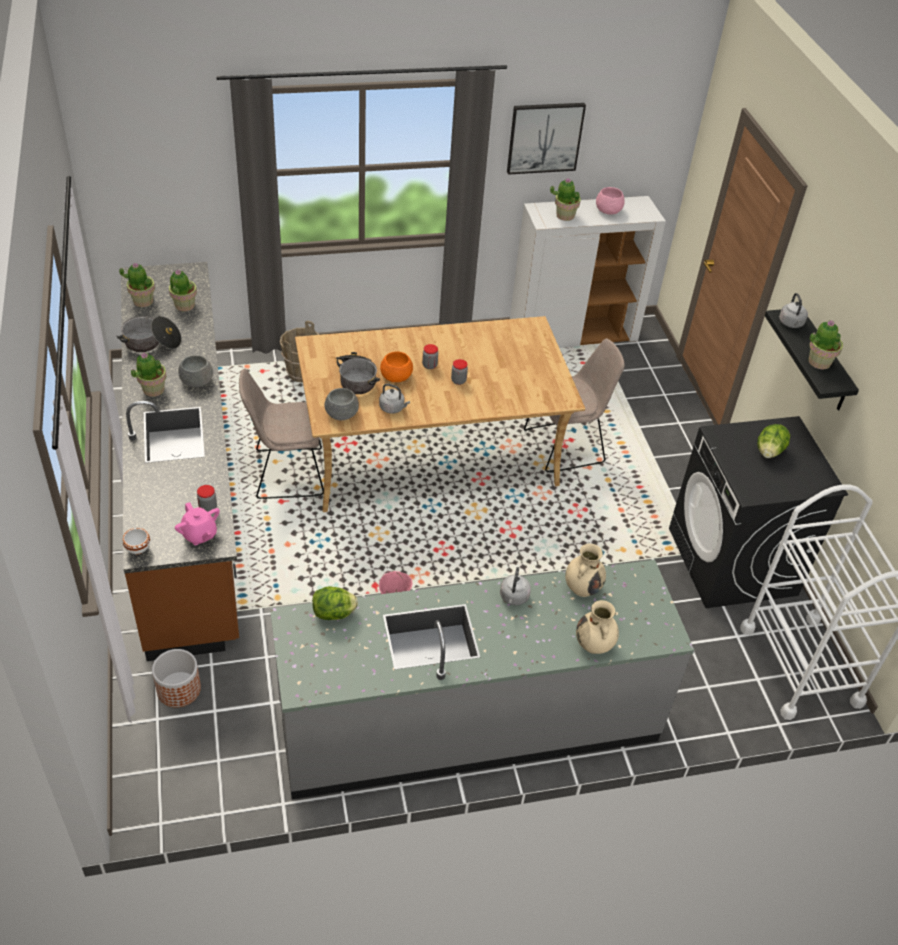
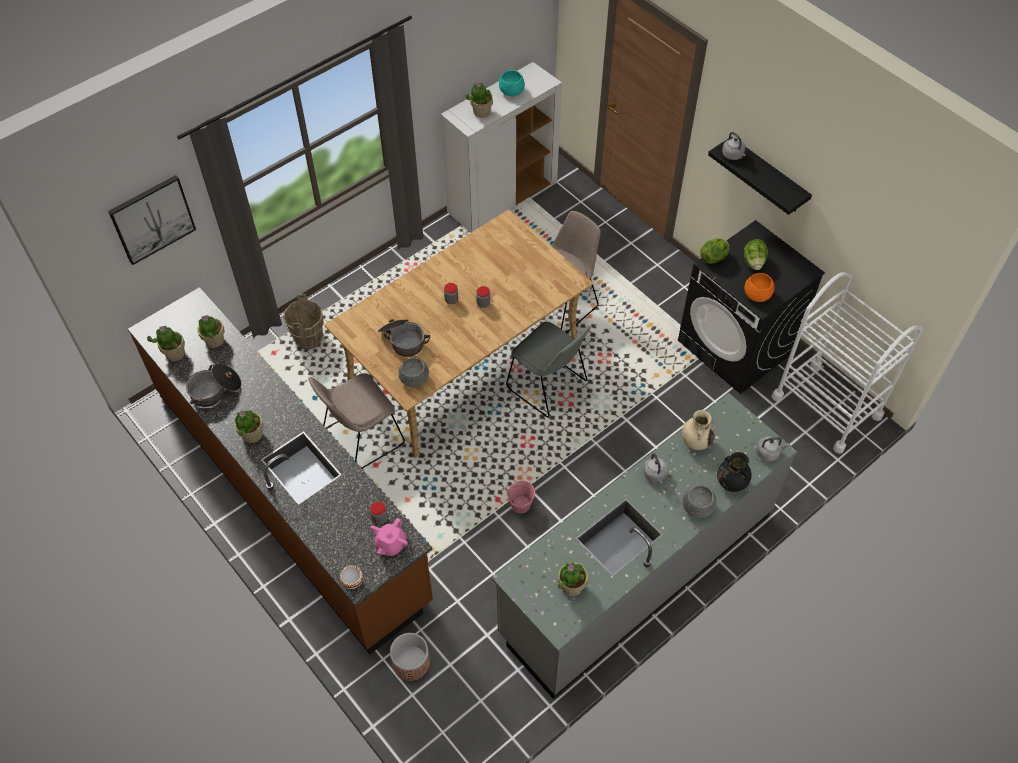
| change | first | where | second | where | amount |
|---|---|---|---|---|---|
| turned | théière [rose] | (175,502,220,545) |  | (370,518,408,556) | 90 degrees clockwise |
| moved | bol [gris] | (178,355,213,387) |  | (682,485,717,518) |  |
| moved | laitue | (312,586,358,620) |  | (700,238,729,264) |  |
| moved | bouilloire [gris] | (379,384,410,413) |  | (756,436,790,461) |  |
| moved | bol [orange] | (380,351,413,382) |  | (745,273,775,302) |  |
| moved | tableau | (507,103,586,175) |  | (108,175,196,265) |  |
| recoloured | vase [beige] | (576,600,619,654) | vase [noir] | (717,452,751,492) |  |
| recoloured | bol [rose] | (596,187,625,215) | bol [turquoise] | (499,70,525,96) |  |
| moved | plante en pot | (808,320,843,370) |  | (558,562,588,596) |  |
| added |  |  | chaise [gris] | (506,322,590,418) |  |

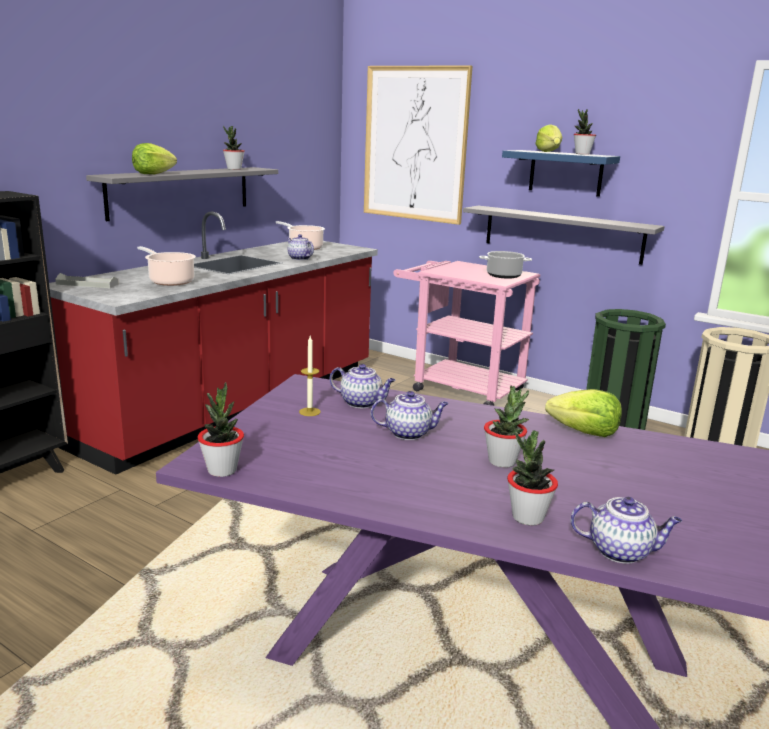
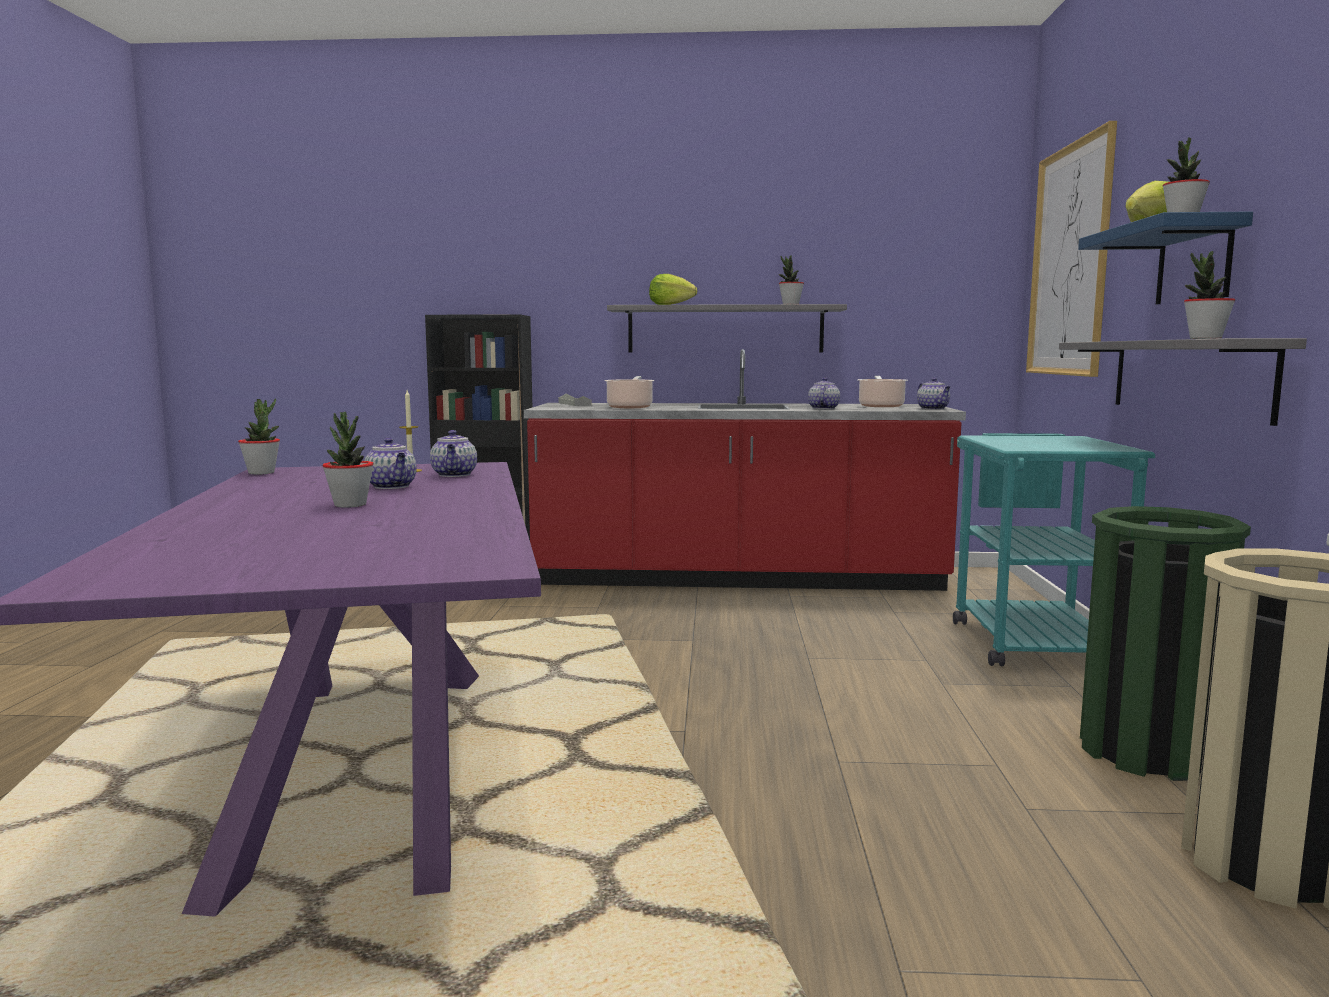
| change | first | where | second | where | amount |
|---|---|---|---|---|---|
| recoloured | chariot [rose] | (393,261,540,406) | chariot [turquoise] | (953,433,1155,667) |  |
| removed | marmite | (479,251,532,279) |  |  |  |
| moved | plante en pot | (507,430,558,526) |  | (1184,251,1235,339) |  |
| removed | laitue | (545,389,622,437) |  |  |  |
| moved | théière | (570,497,682,564) |  | (917,378,951,410) |  |

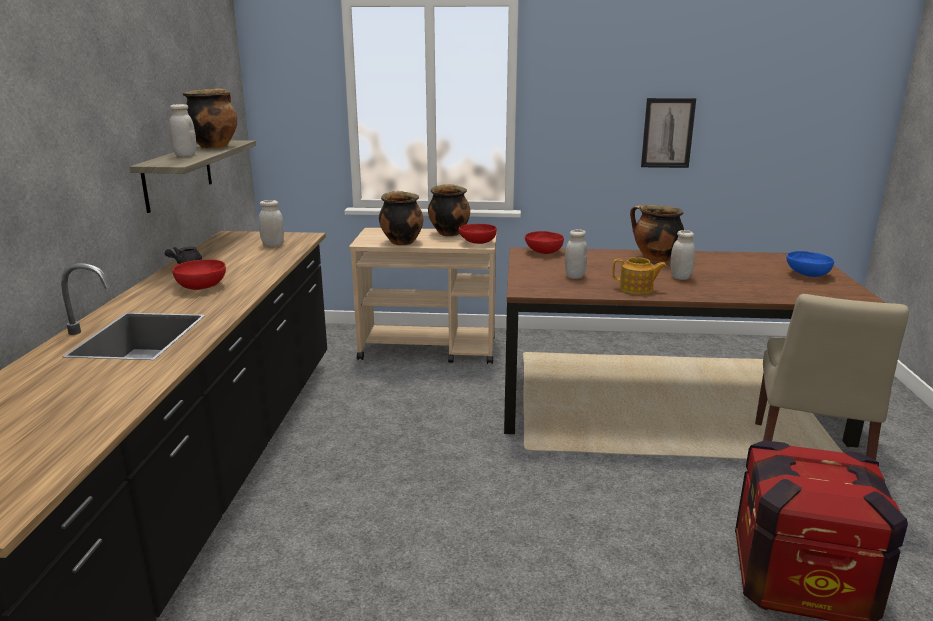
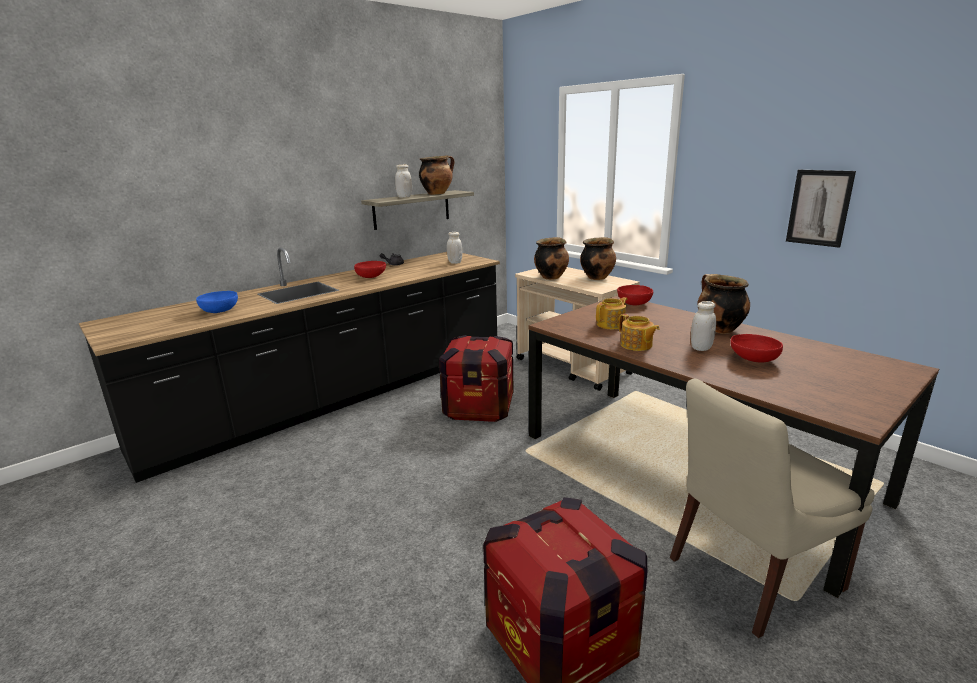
| change | first | where | second | where | amount |
|---|---|---|---|---|---|
| moved | bol [rouge] | (458,224,497,244) |  | (730,334,783,362) |  |
| replaced | bocal [blanc] | (565,229,587,279) | théière | (596,297,627,329) |  |
| moved | bol [bleu] | (786,251,834,277) |  | (196,291,238,313) |  |
| added |  |  | caisse | (439,335,514,422) |  |

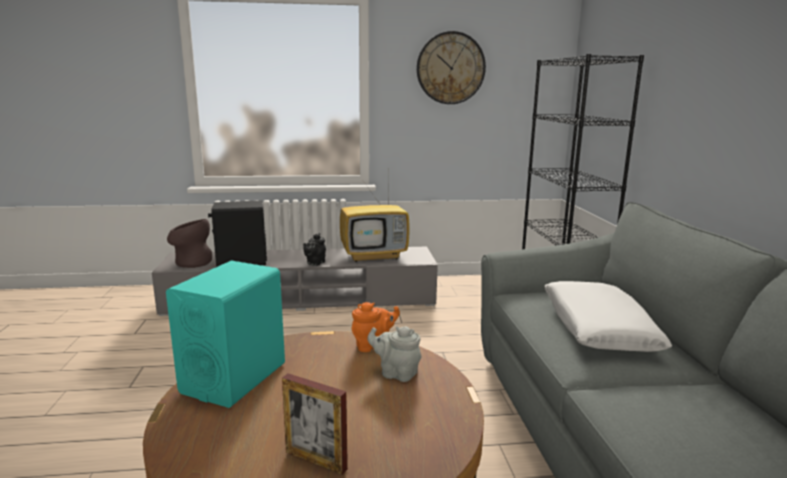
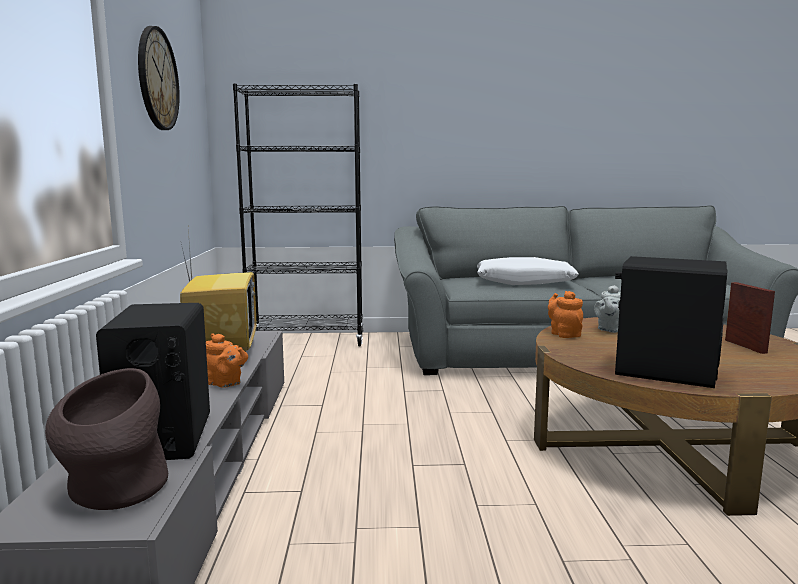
| change | first | where | second | where | amount |
|---|---|---|---|---|---|
| recoloured | enceinte [turquoise] | (166,260,285,408) | enceinte [noir] | (615,256,727,388) |  |
| turned | cadre photo | (282,373,348,475) |  | (725,282,775,354) | 45 degrees counterclockwise |
| recoloured | théière [noir] | (303,233,326,266) | théière [orange] | (206,333,248,388) |  |

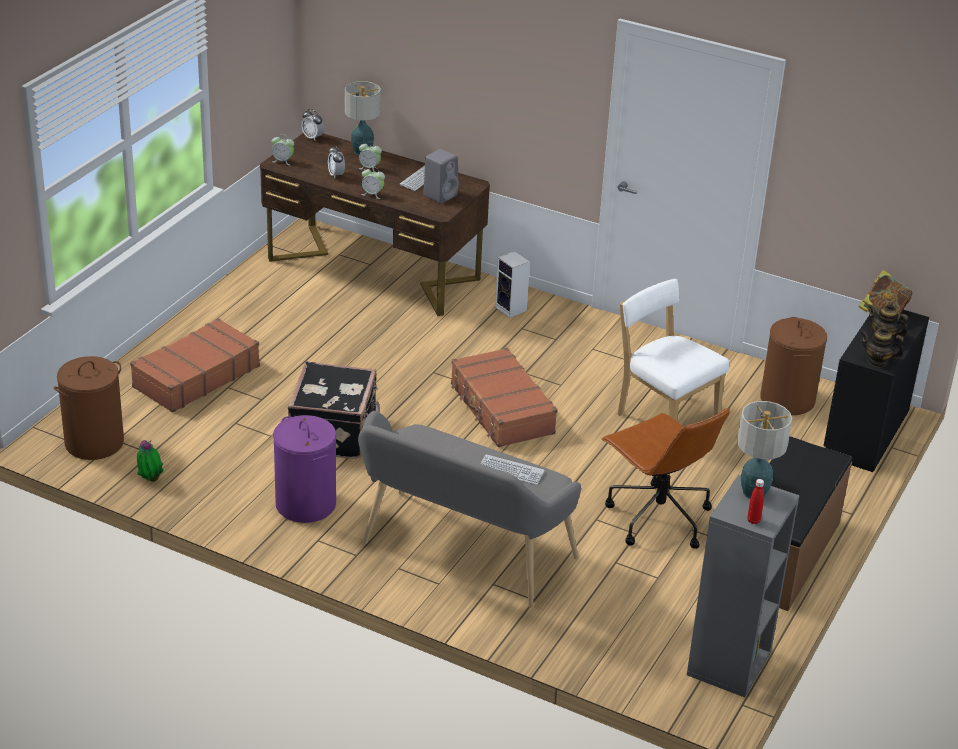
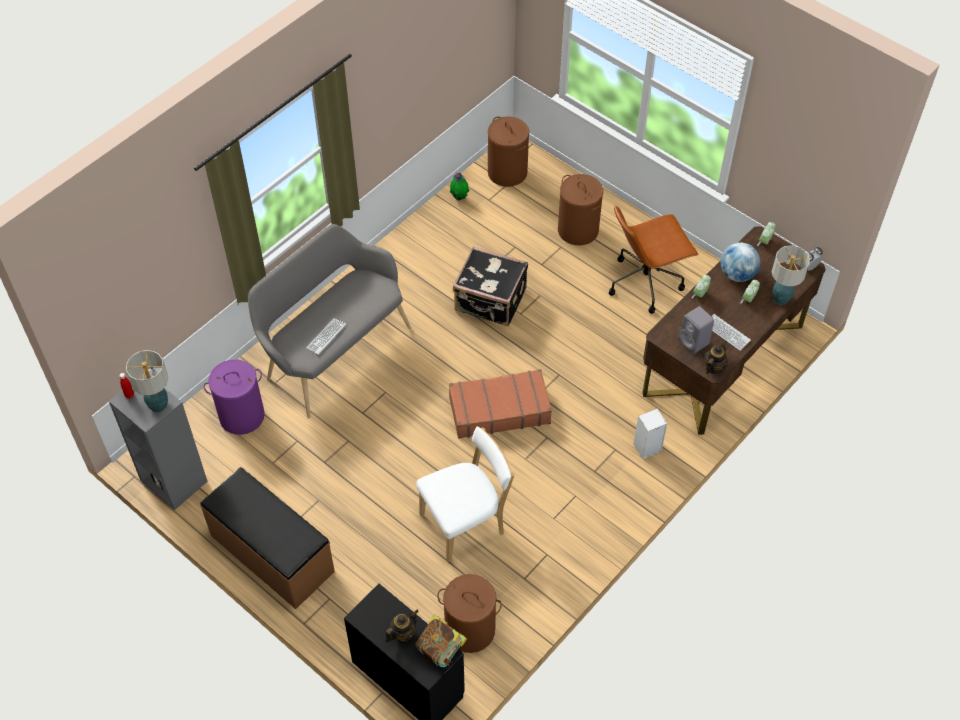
| change | first | where | second | where | amount |
|---|---|---|---|---|---|
| replaced | valise [marron] | (130,318,260,413) | panier à linge [marron] | (558,174,603,245) |  |
| moved | panier à linge [violet] | (273,415,336,523) |  | (203,359,265,435) |  |
| replaced | réveil | (328,145,345,179) | globe | (721,243,760,282) |  |
| moved | chaise de bureau [marron] | (602,408,730,549) |  | (609,205,699,314) |  |
| moved | théière | (860,326,904,367) |  | (703,341,728,374) |  |

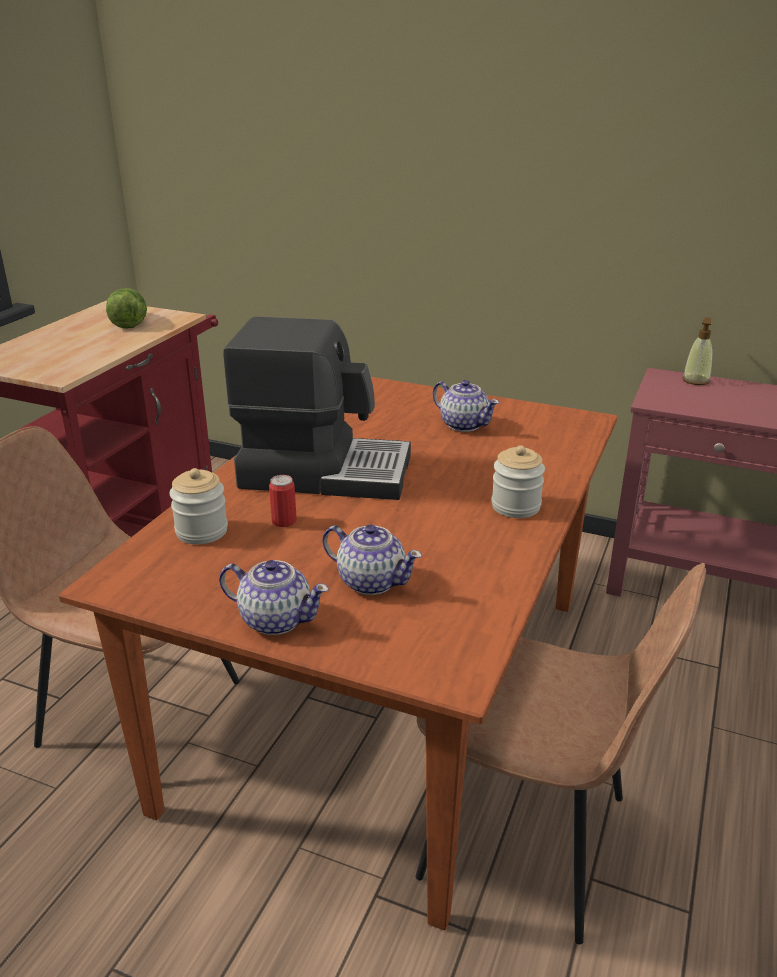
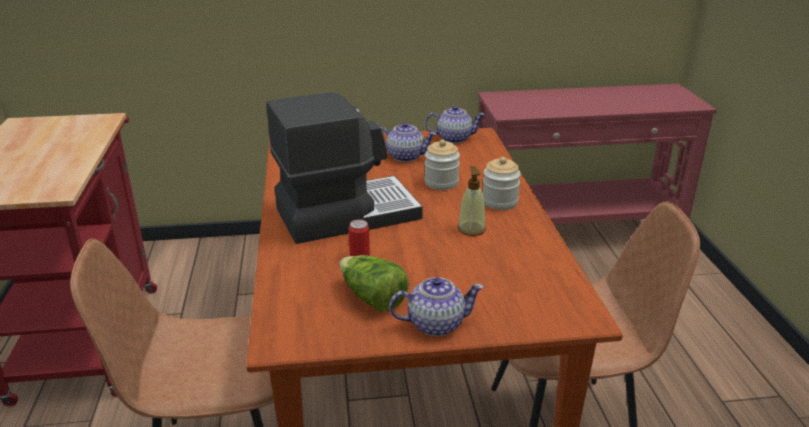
| change | first | where | second | where | amount |
|---|---|---|---|---|---|
| moved | laitue | (106,288,147,329) |  | (339,255,409,312) |  |
| moved | bocal | (169,468,228,544) |  | (424,139,460,190) |  |
| moved | théière | (323,524,422,595) |  | (425,105,485,143) |  |
| moved | distributeur de savon | (682,317,713,385) |  | (458,166,486,236) |  |

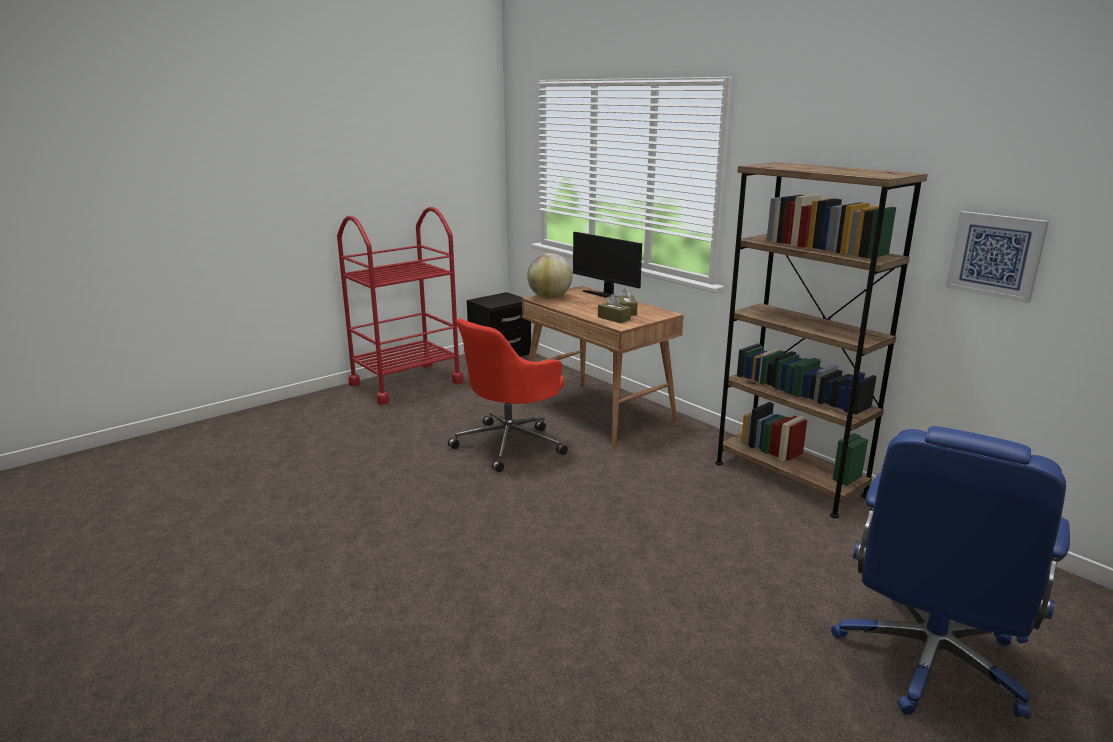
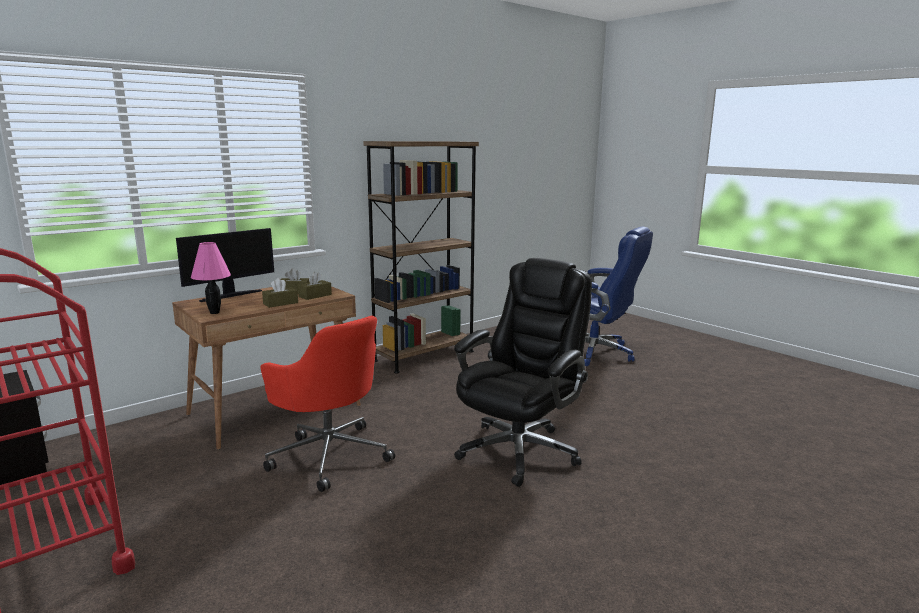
| change | first | where | second | where | amount |
|---|---|---|---|---|---|
| replaced | globe | (527,253,573,299) | lampe de table [rose] | (191,242,231,314) |  |
| removed | tableau | (945,211,1049,303) |  |  |  |
| added |  |  | boîte à mouchoirs [marron] | (262,278,298,308) |  |
| added |  |  | chaise de bureau [noir] | (454,258,592,487) |  |

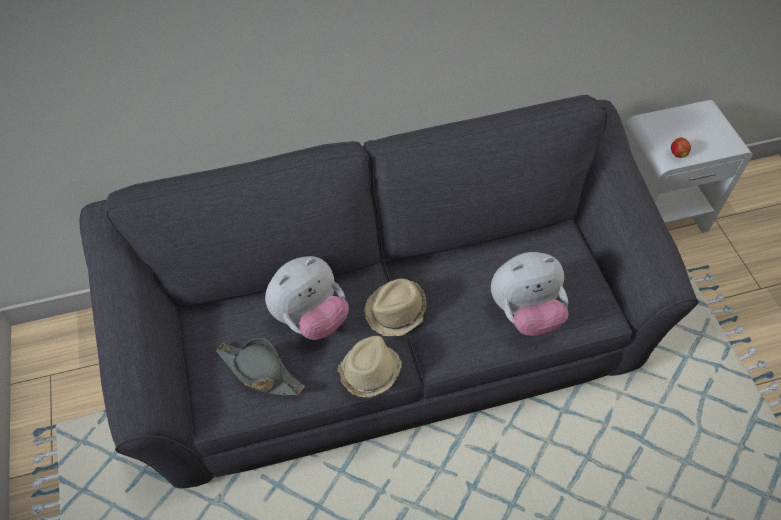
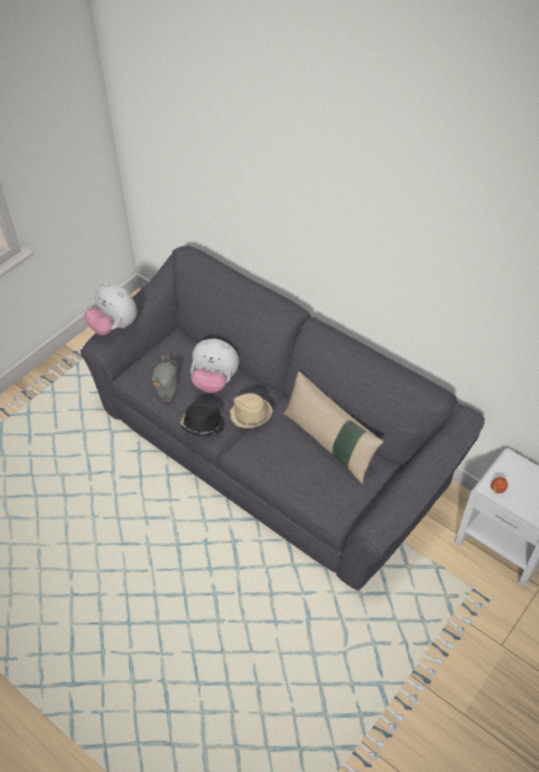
| change | first | where | second | where | amount |
|---|---|---|---|---|---|
| recoloured | chapeau [beige] | (337,336,402,398) | chapeau [noir] | (180,402,224,437) |  |
| moved | peluche | (491,252,569,336) |  | (84,282,137,335) |  |
| added |  |  | coussin [beige] | (284,371,384,484) |  |

